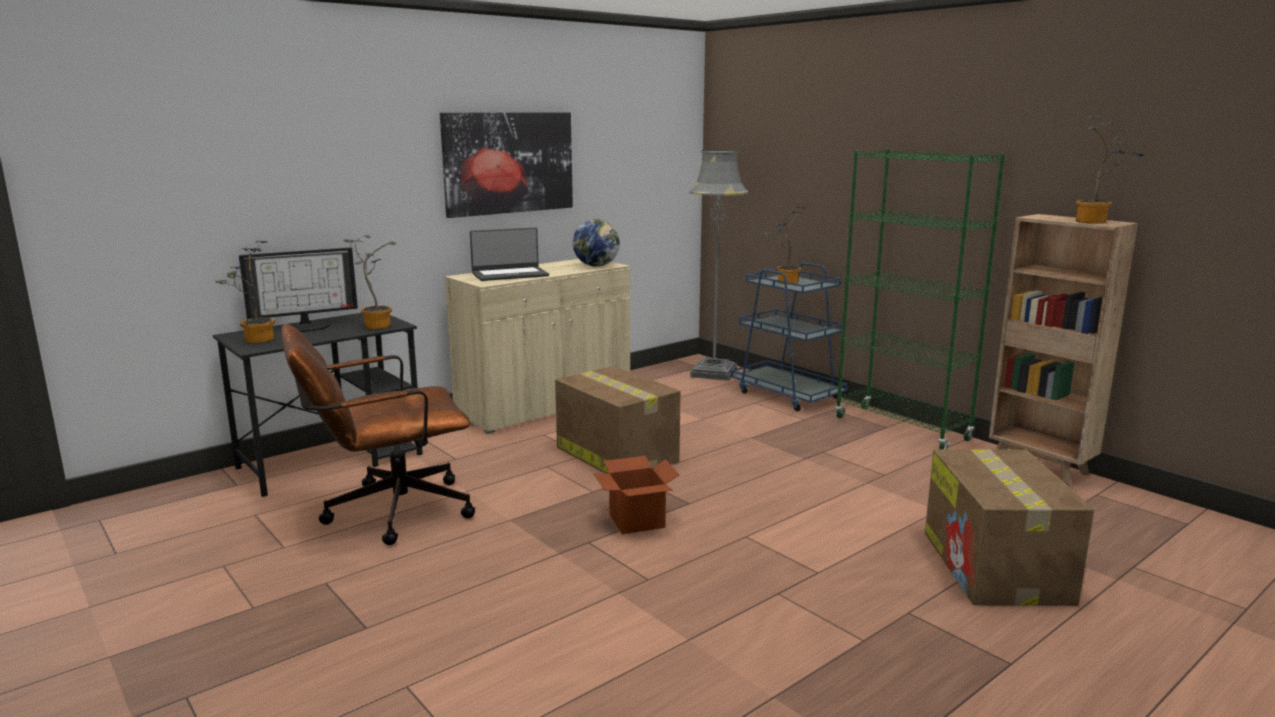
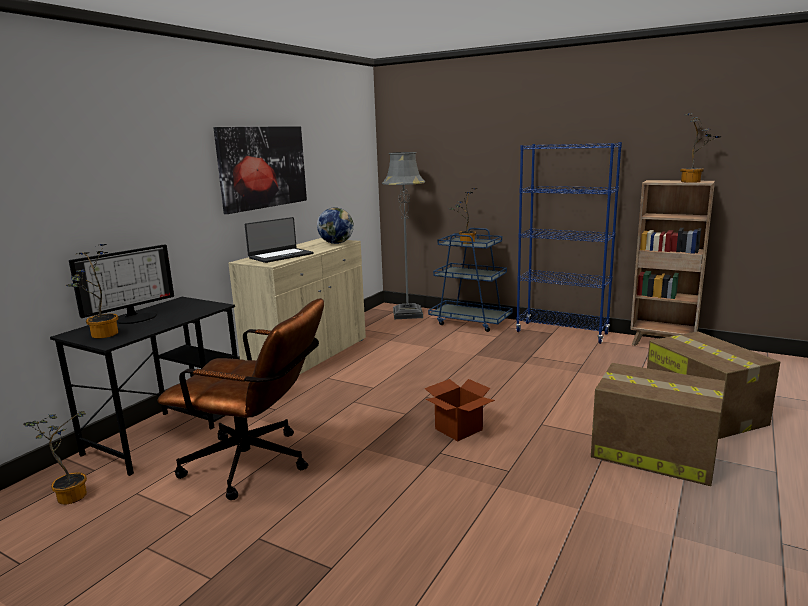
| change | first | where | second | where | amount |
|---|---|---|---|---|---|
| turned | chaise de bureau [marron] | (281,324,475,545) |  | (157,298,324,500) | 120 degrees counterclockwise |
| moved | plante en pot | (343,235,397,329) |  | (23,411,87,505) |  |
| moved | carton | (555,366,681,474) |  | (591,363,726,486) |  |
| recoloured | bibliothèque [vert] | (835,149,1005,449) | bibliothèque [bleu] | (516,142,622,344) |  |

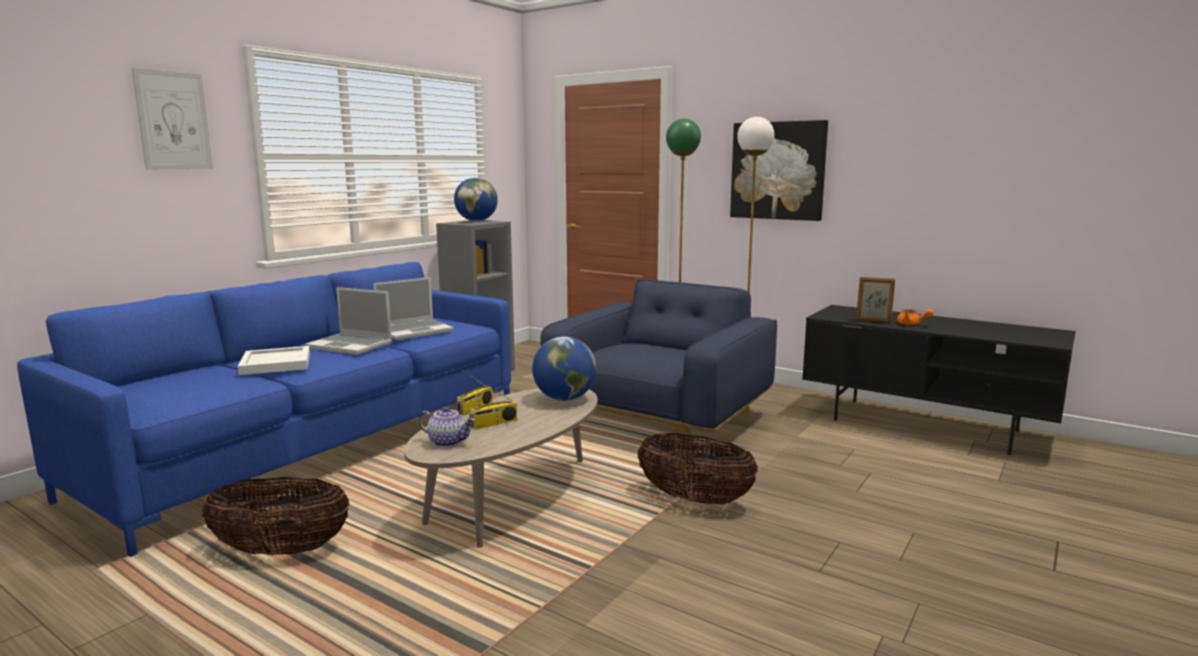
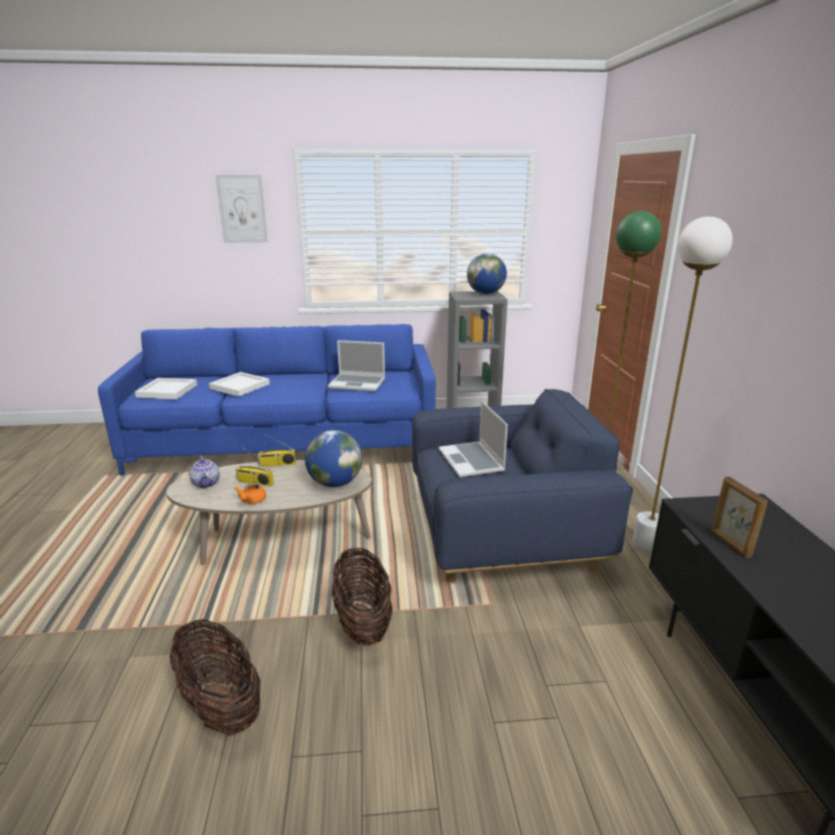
| change | first | where | second | where | amount |
|---|---|---|---|---|---|
| moved | panier | (201,477,350,555) |  | (170,619,260,737) |  |
| moved | ordinateur portable | (305,287,392,355) |  | (439,401,508,477) |  |
| removed | tableau | (730,120,828,221) |  |  |  |
| moved | théière [orange] | (897,309,934,325) |  | (234,483,266,504) |  |
| added |  |  | plateau [blanc] | (135,378,197,399) |  |

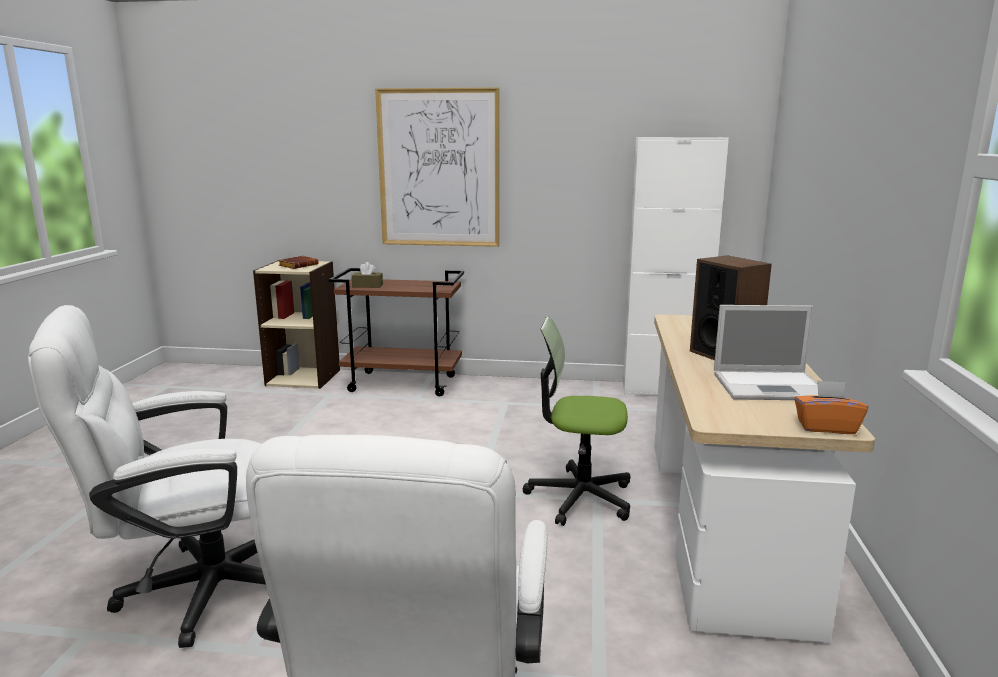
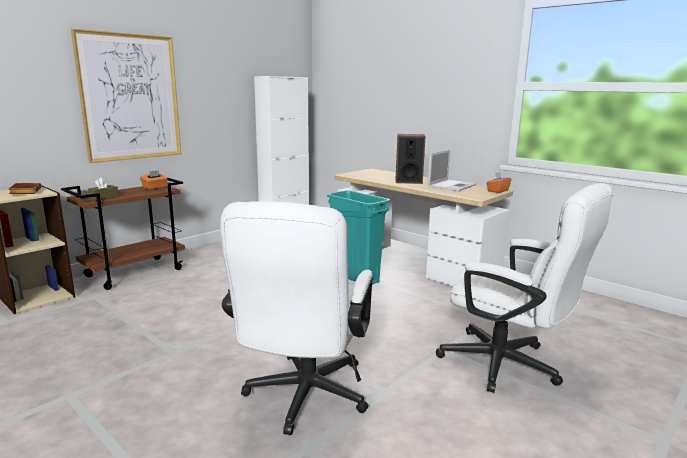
| change | first | where | second | where | amount |
|---|---|---|---|---|---|
| replaced | chaise de bureau | (522,317,630,526) | poubelle [turquoise] | (327,190,390,285) |  |
| added |  |  | boîte à mouchoirs [orange] | (140,170,168,190) |  |

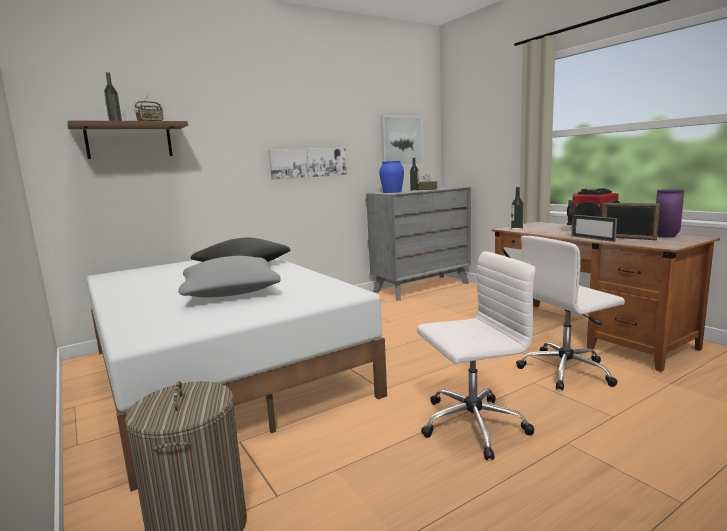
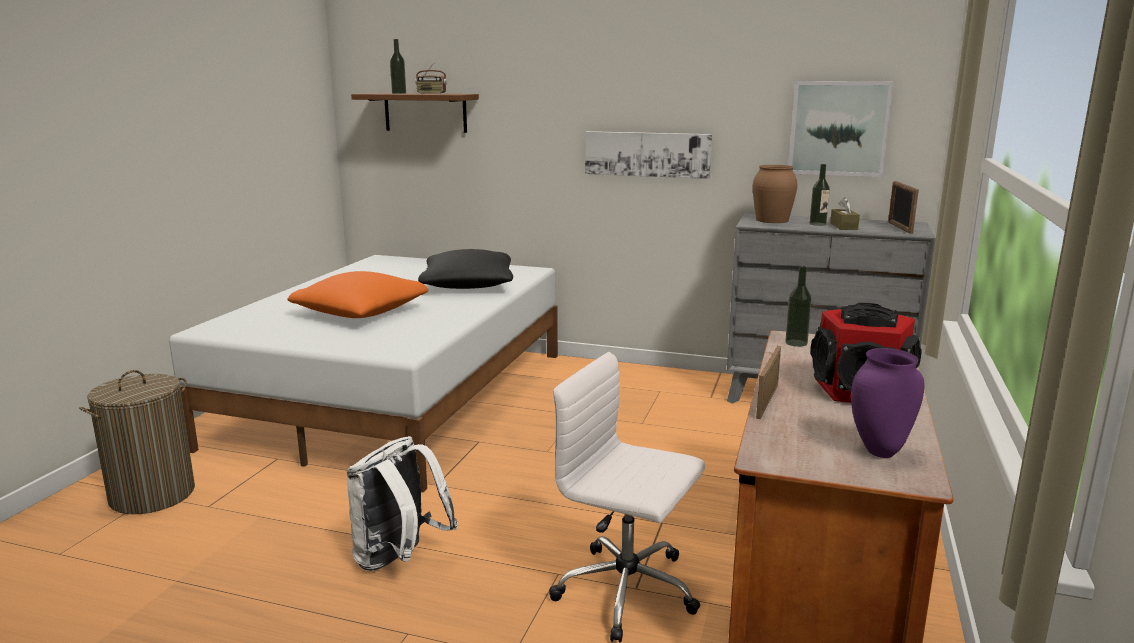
| change | first | where | second | where | amount |
|---|---|---|---|---|---|
| recoloured | coussin [gris] | (178,256,281,298) | coussin [orange] | (288,271,428,318) |  |
| recoloured | vase [bleu] | (379,161,404,193) | vase [marron] | (753,165,797,223) |  |
| replaced | chaise de bureau [blanc] | (417,251,536,460) | sac à dos [blanc] | (347,436,458,571) |  |
| moved | cadre photo | (602,203,660,240) |  | (888,181,919,234) |  |

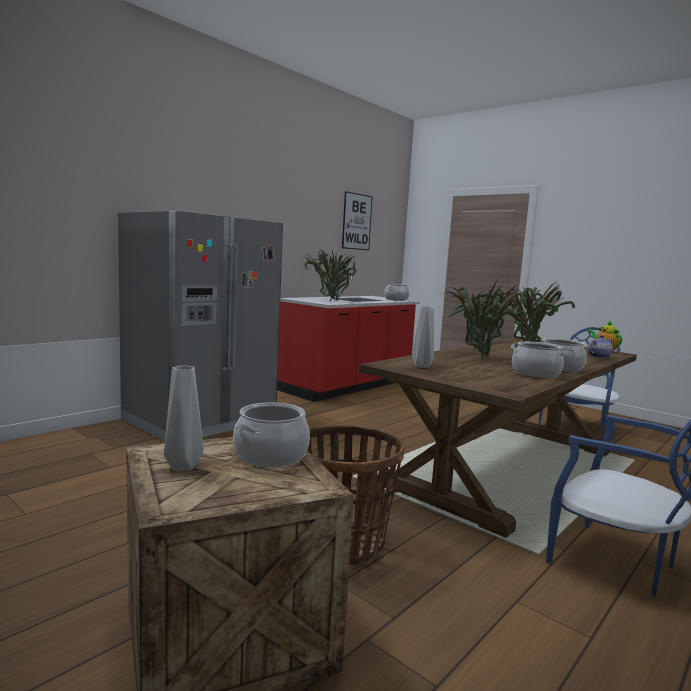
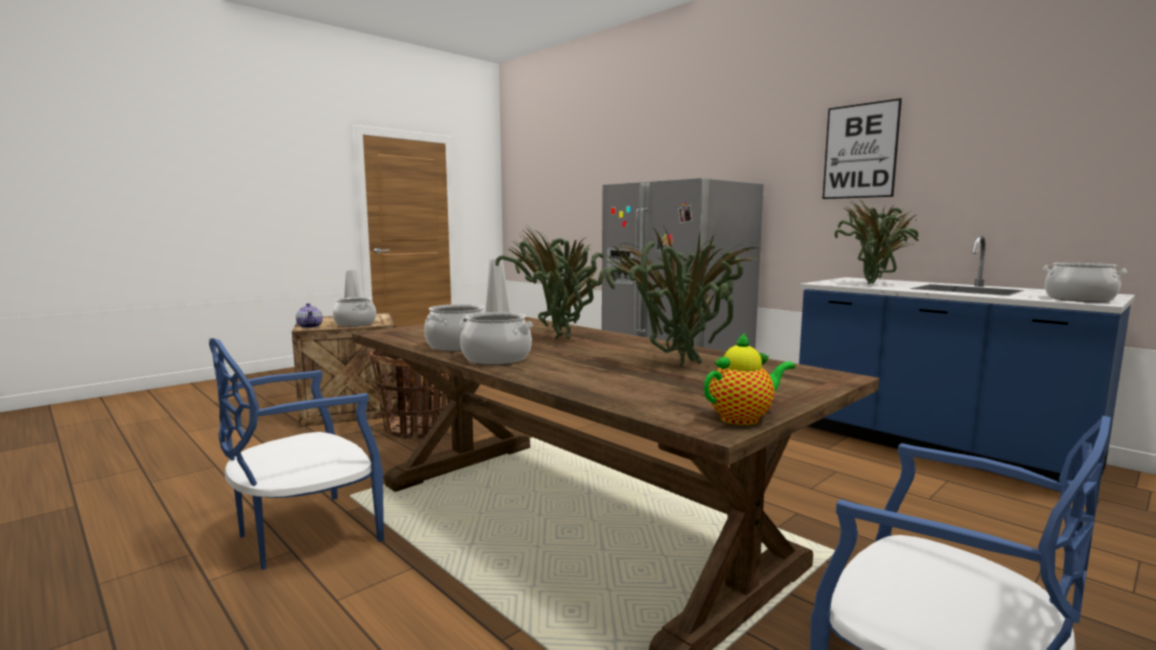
| change | first | where | second | where | amount |
|---|---|---|---|---|---|
| recoloured | comptoir de cuisine [rouge] | (277,270,420,402) | comptoir de cuisine [bleu] | (799,235,1135,482) |  |
| moved | tableau | (342,191,373,250) |  | (822,98,902,199) |  |
| moved | théière | (588,335,613,358) |  | (296,303,323,328) |  |

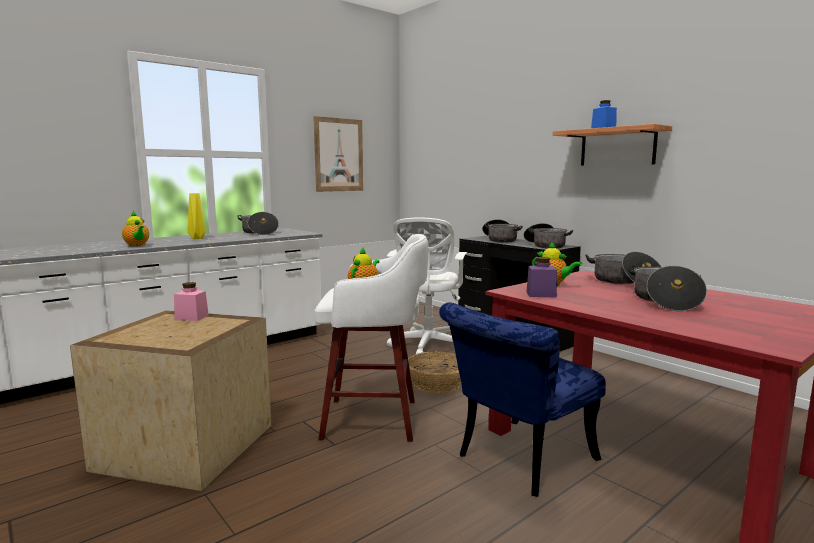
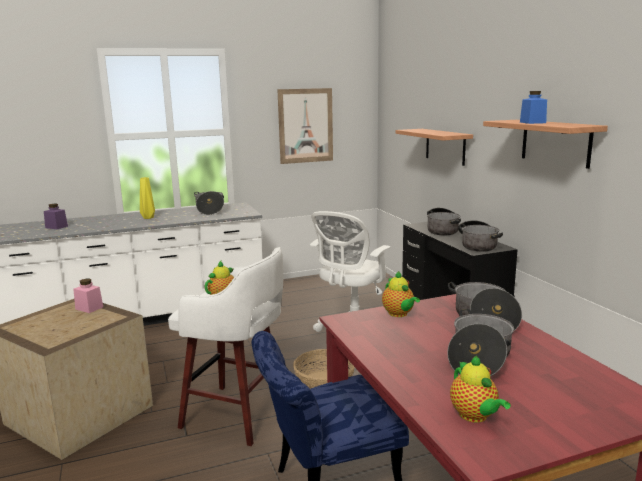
| change | first | where | second | where | amount |
|---|---|---|---|---|---|
| moved | théière | (122,211,149,246) |  | (450,356,511,423) |  |
| moved | bocal [violet] | (526,257,557,297) |  | (44,204,68,229) |  |
| added |  |  | étagère | (396,129,473,166) |  |

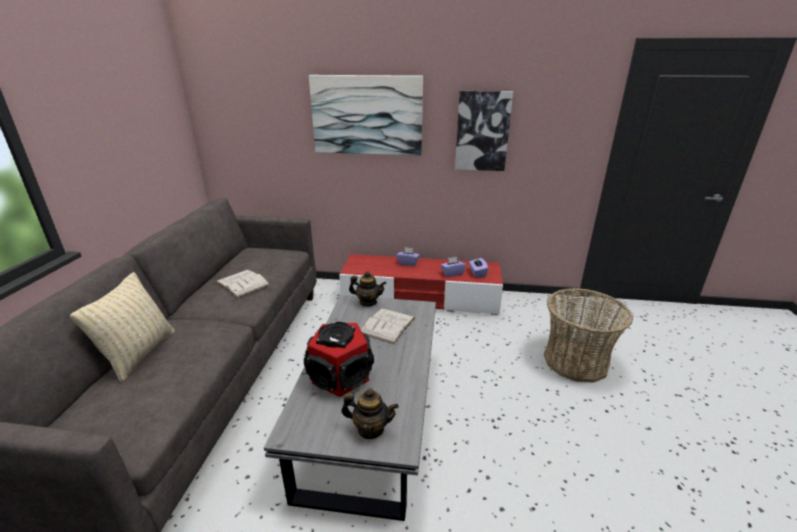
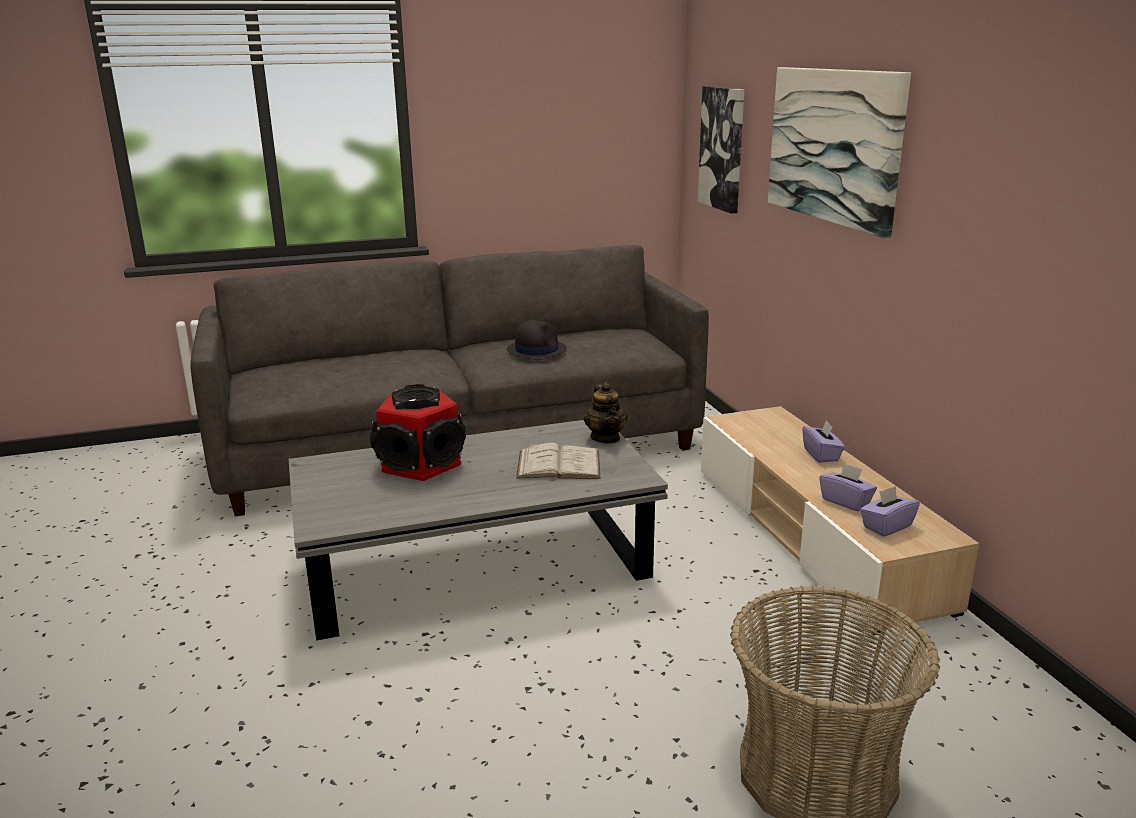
| change | first | where | second | where | amount |
|---|---|---|---|---|---|
| removed | coussin [beige] | (70,272,175,382) |  |  |  |
| replaced | livre [blanc] | (216,270,270,298) | chapeau [noir] | (507,320,567,360) |  |
| recoloured | meuble télé [rouge] | (339,254,503,315) | meuble télé [beige] | (701,406,979,635) |  |
| removed | théière | (341,388,399,439) |  |  |  |
| moved | tableau | (455,91,513,171) |  | (698,86,744,214) |  |

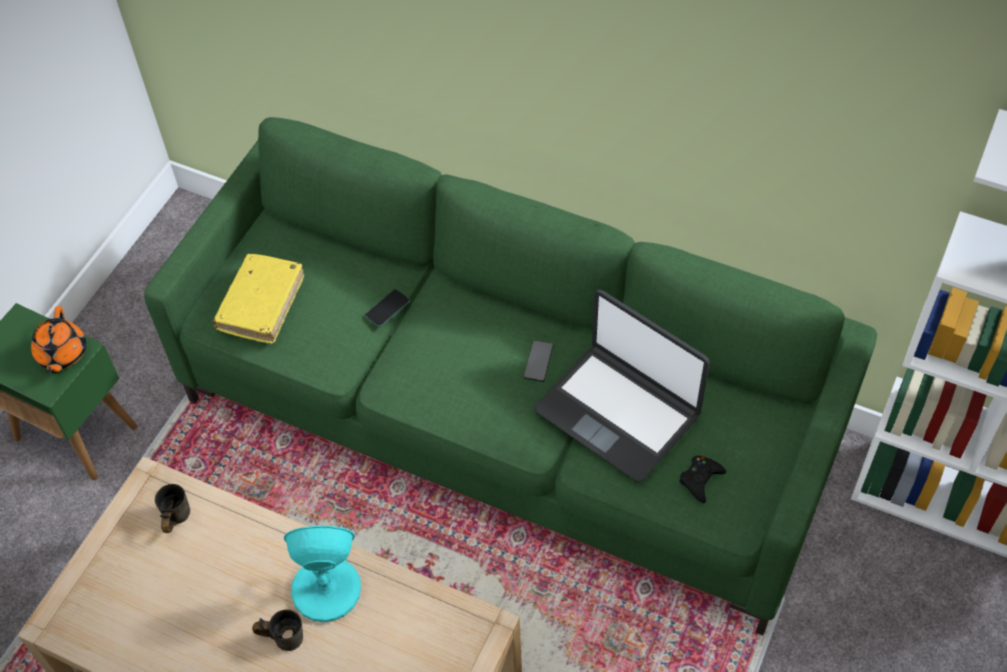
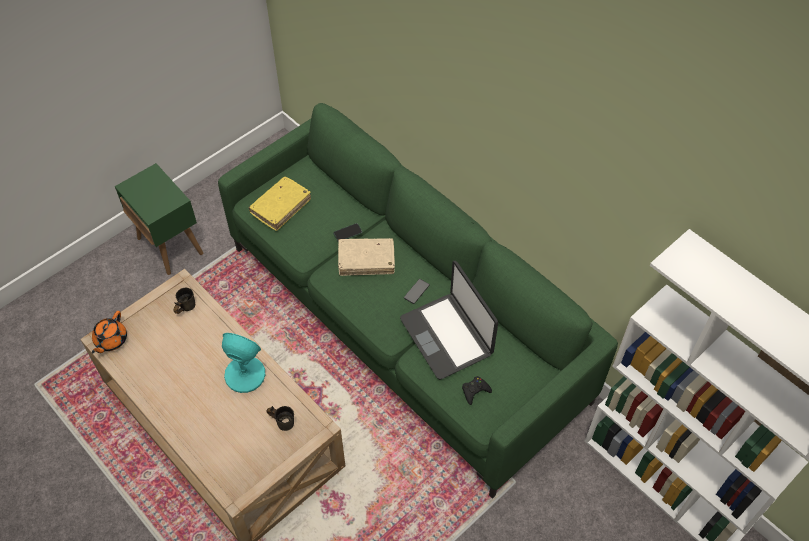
| change | first | where | second | where | amount |
|---|---|---|---|---|---|
| moved | théière [orange] | (31,306,86,373) |  | (92,311,127,353) |  |
| moved | mug [gris] | (252,609,303,651) |  | (267,406,294,431) |  |
| added |  |  | livre [beige] | (338,238,395,276) |  |

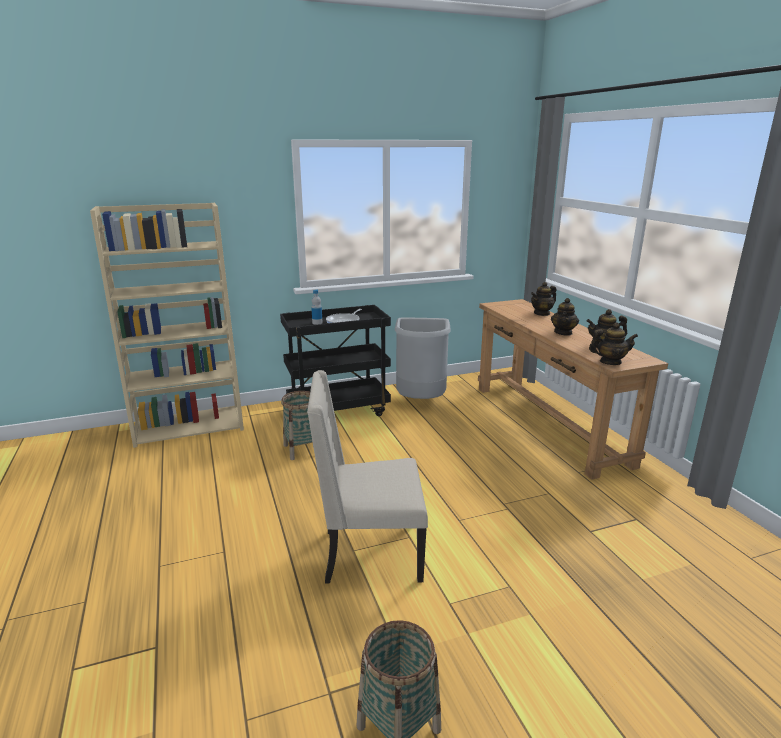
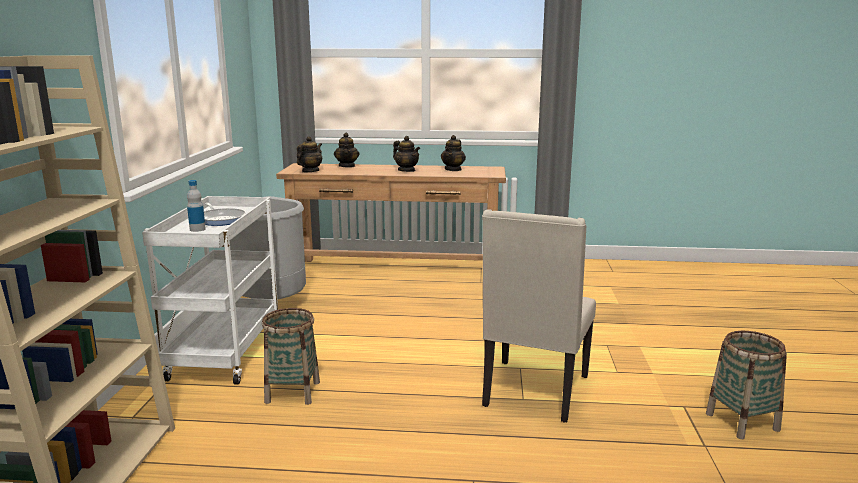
| change | first | where | second | where | amount |
|---|---|---|---|---|---|
| recoloured | chariot [noir] | (280,305,391,416) | chariot [blanc] | (142,196,278,385) |  |
| moved | théière | (589,323,638,365) |  | (297,136,322,172) |  |

